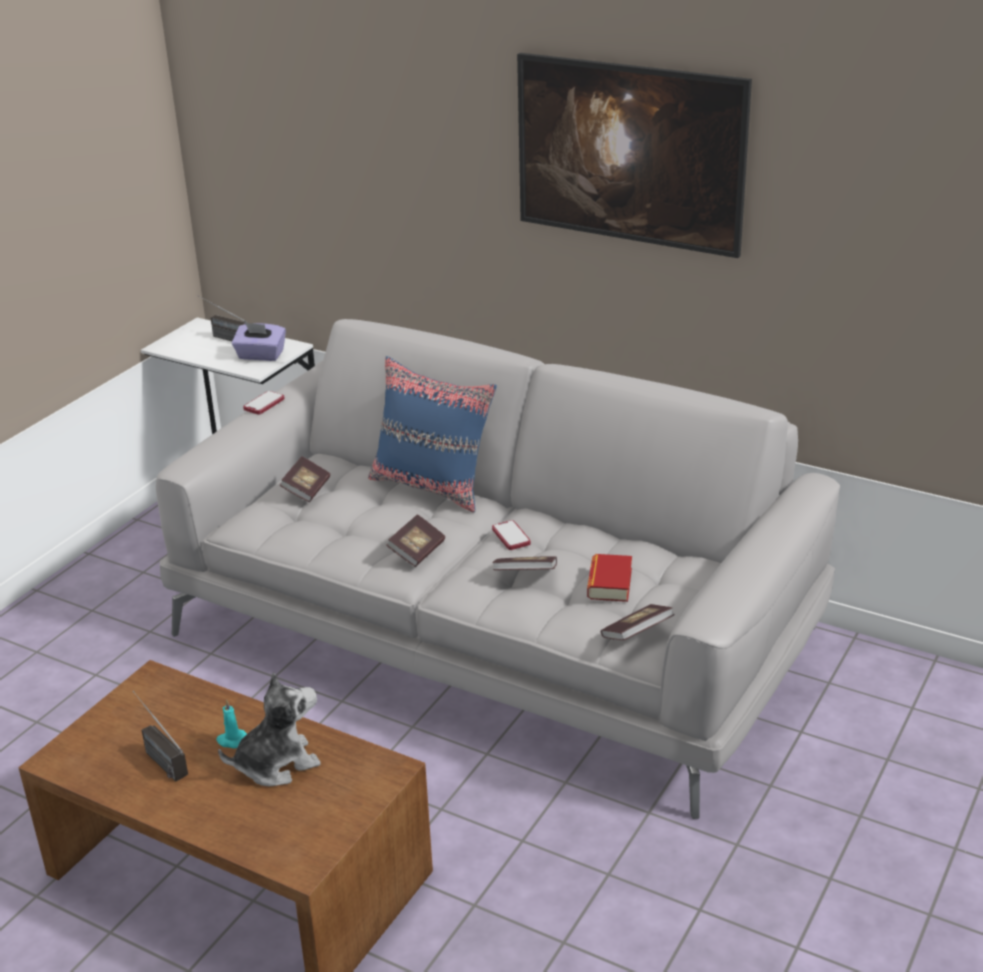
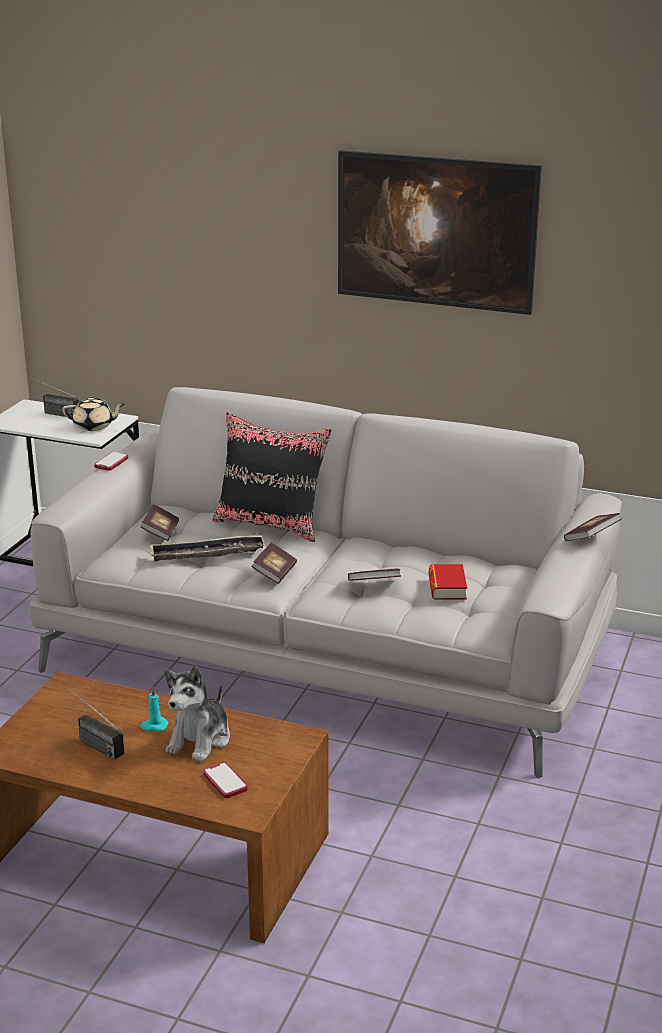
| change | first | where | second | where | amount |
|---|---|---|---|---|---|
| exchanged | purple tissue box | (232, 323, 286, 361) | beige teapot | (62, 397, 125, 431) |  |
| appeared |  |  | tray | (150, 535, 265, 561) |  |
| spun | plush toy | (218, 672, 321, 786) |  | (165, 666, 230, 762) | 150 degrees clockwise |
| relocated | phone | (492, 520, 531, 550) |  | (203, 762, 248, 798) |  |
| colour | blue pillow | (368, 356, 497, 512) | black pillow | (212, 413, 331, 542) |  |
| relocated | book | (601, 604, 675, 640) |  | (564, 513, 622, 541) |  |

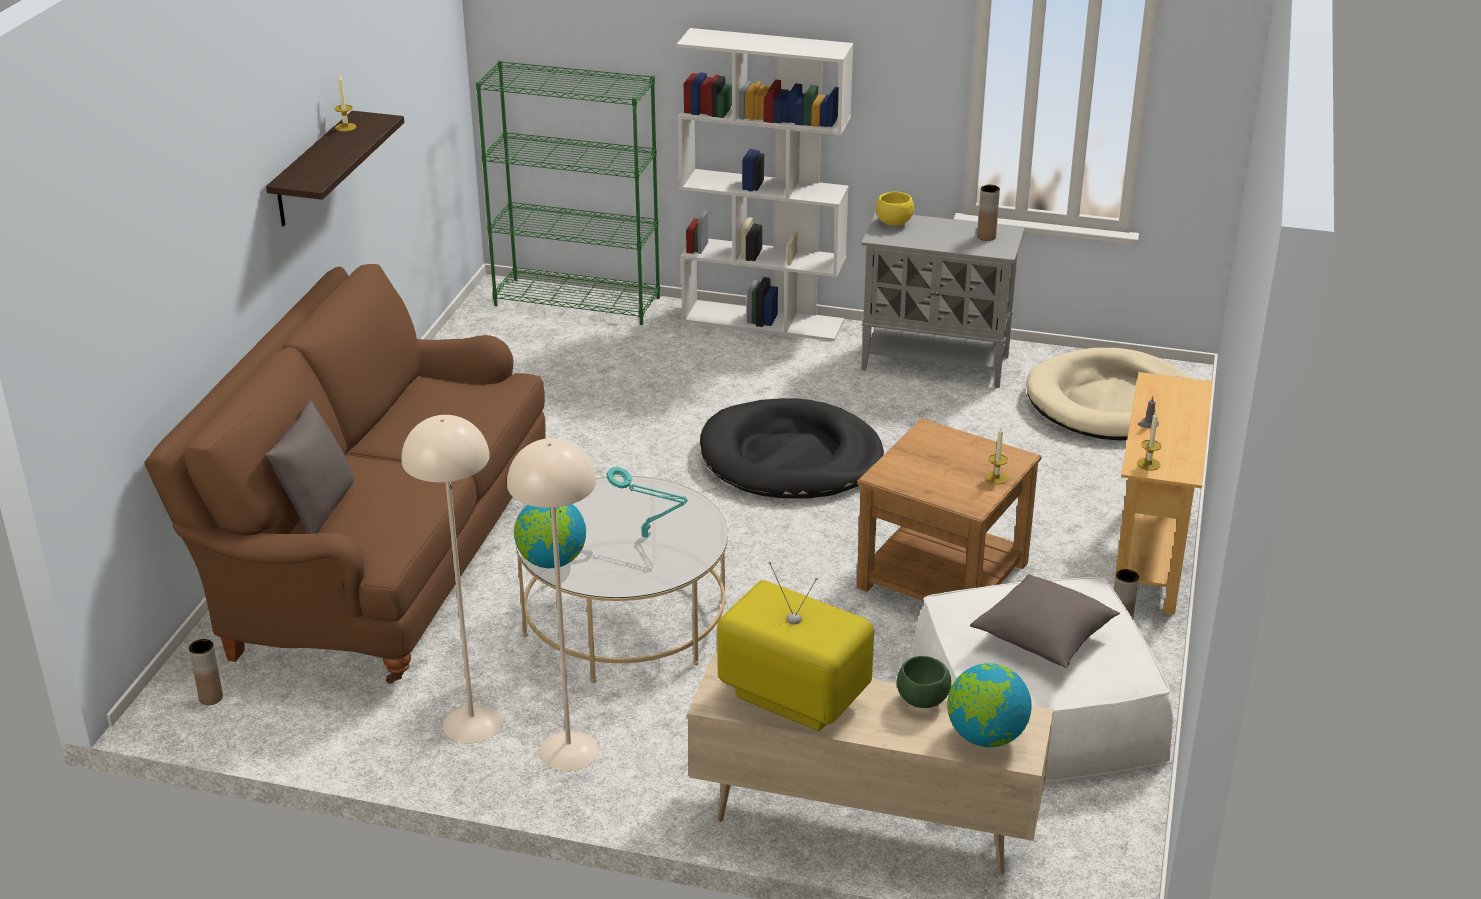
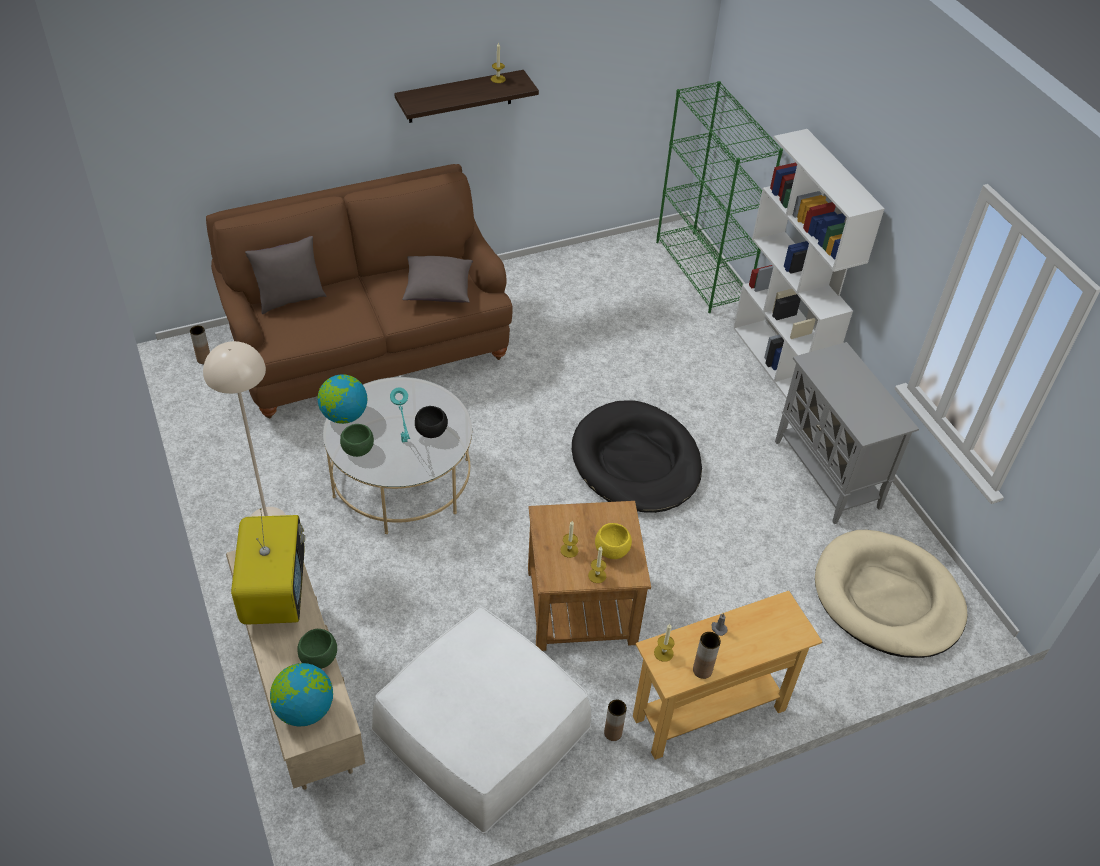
| change | first | where | second | where | amount |
|---|---|---|---|---|---|
| appeared |  |  | green bowl | (340, 424, 374, 457) |  |
| relocated | grey pillow | (970, 574, 1120, 668) |  | (402, 256, 473, 303) |  |
| appeared |  |  | black bowl | (415, 406, 448, 438) |  |
| appeared |  |  | candle | (560, 521, 578, 558) |  |
| relocated | yellow bowl | (876, 192, 914, 226) |  | (595, 523, 632, 559) |  |
| relocated | brown vase | (977, 185, 1000, 241) |  | (693, 632, 721, 679) |  |
| missing | beige floor lamp | (402, 415, 502, 743) |  |  |  |

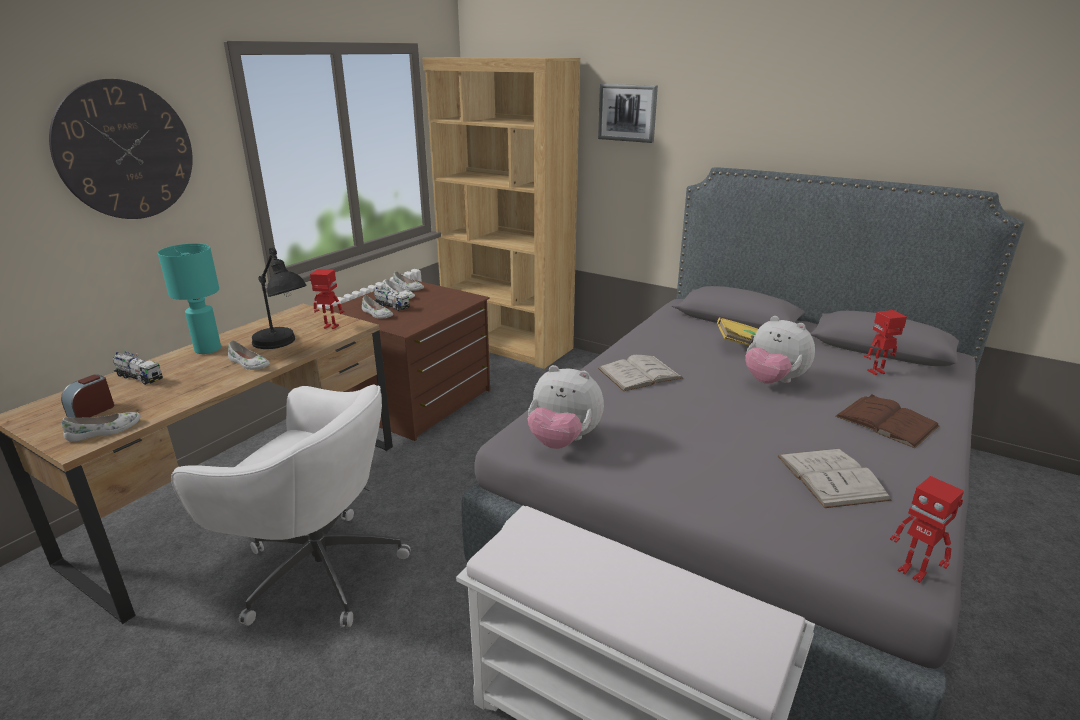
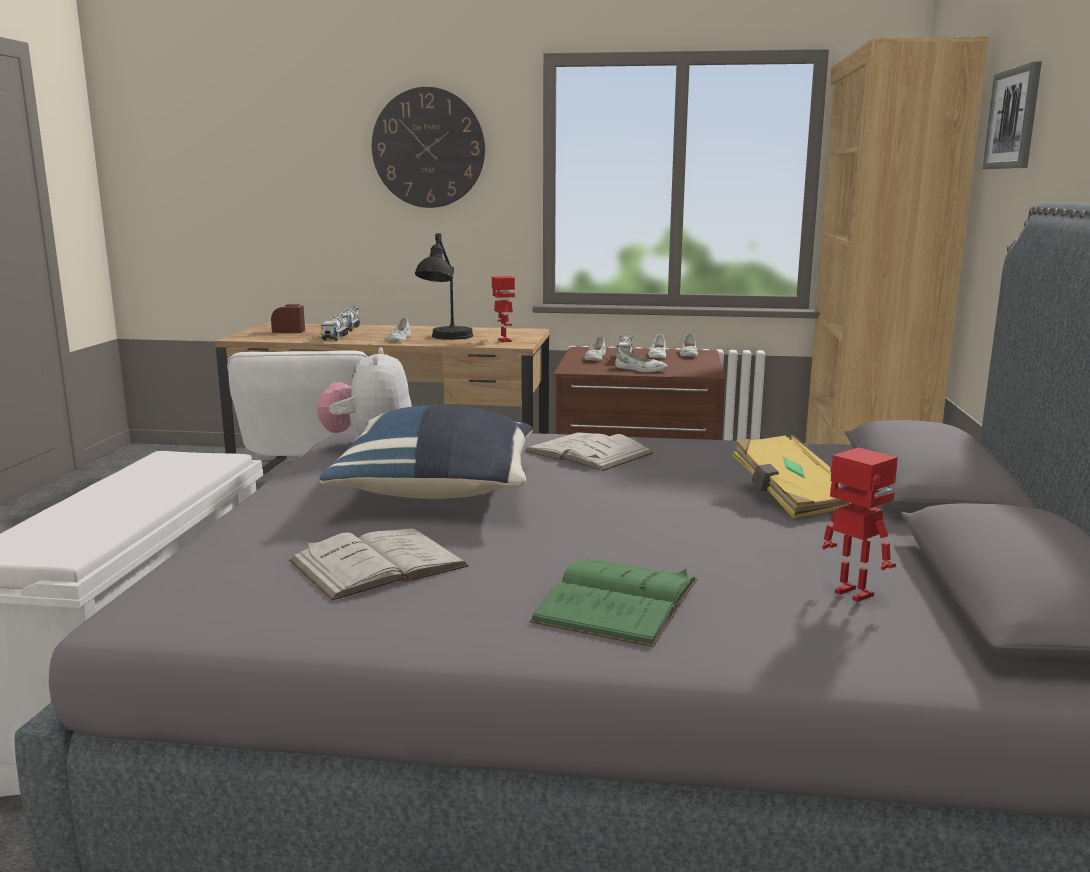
| change | first | where | second | where | amount |
|---|---|---|---|---|---|
| appeared |  |  | blue pillow | (320, 406, 533, 499) |  |
| appeared |  |  | toy truck | (321, 314, 348, 341) |  |
| colour | brown book | (835, 394, 940, 448) | green book | (529, 558, 697, 647) |  |
| relocated | white shoe | (62, 412, 141, 442) |  | (615, 348, 667, 372) |  |
| missing | turquoise table lamp | (158, 243, 221, 354) |  |  |  |
| missing | plush toy | (745, 316, 815, 384) |  |  |  |
| missing | toy robot | (890, 476, 964, 583) |  |  |  |

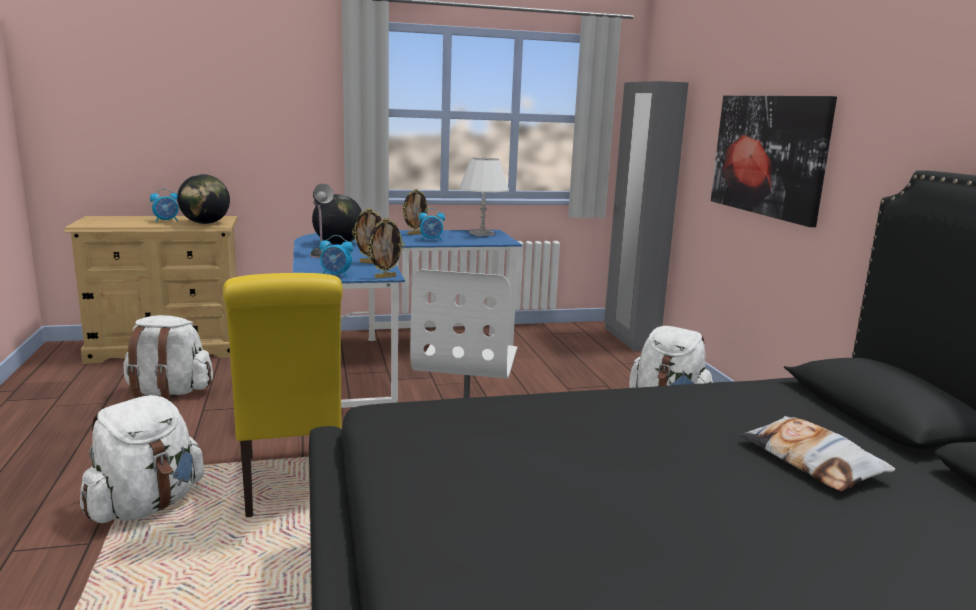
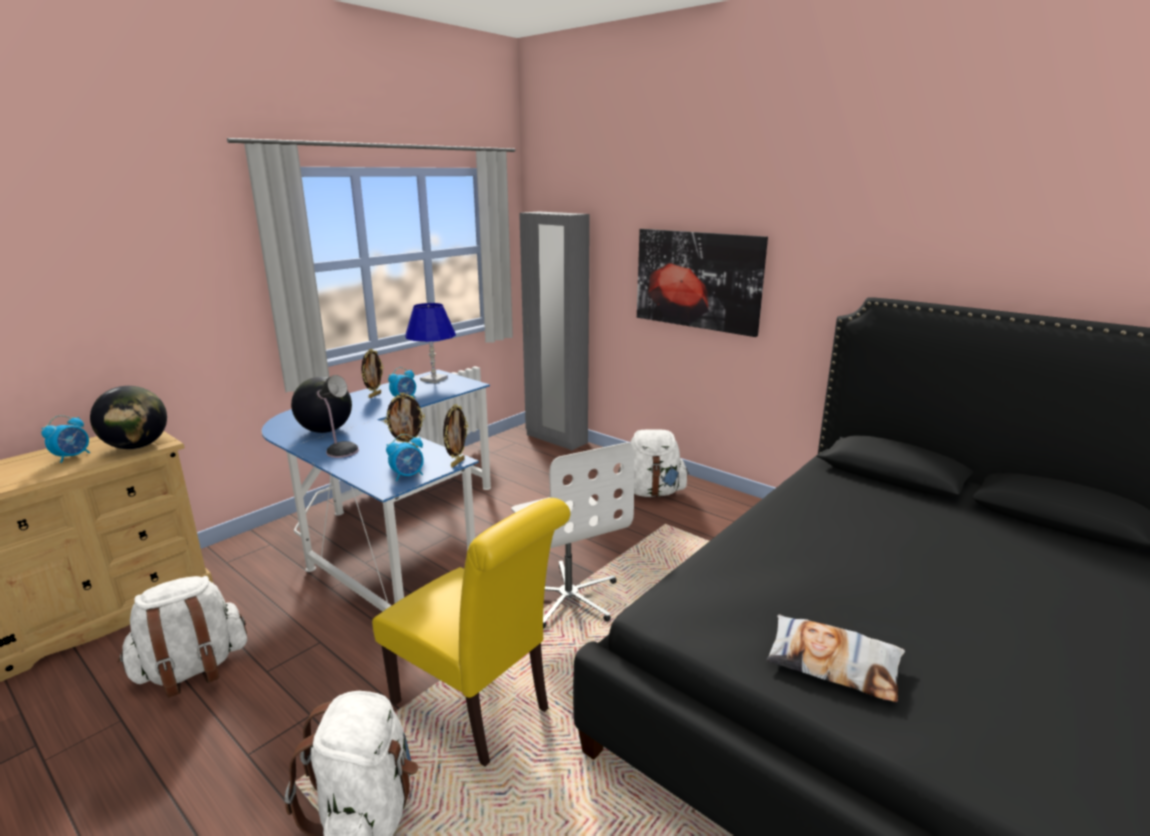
| change | first | where | second | where | amount |
|---|---|---|---|---|---|
| colour | white table lamp | (459, 158, 509, 236) | blue table lamp | (405, 303, 456, 383) |  |
| relocated | pillow | (739, 416, 896, 491) |  | (766, 614, 905, 702) |  |

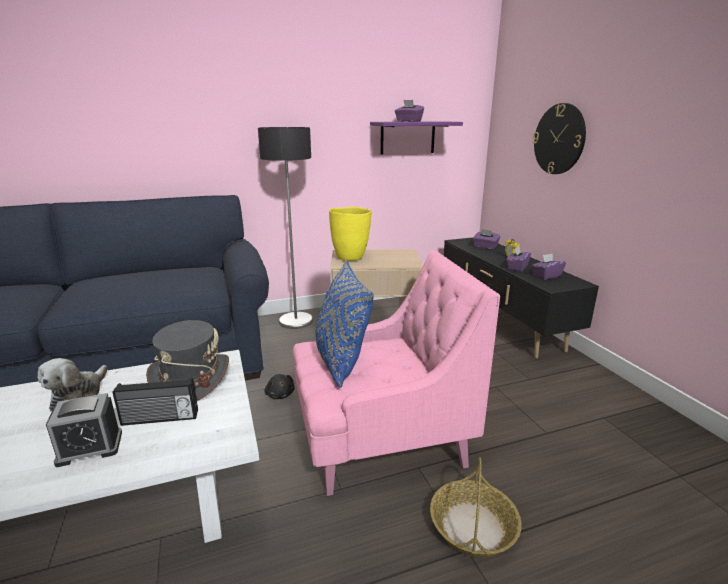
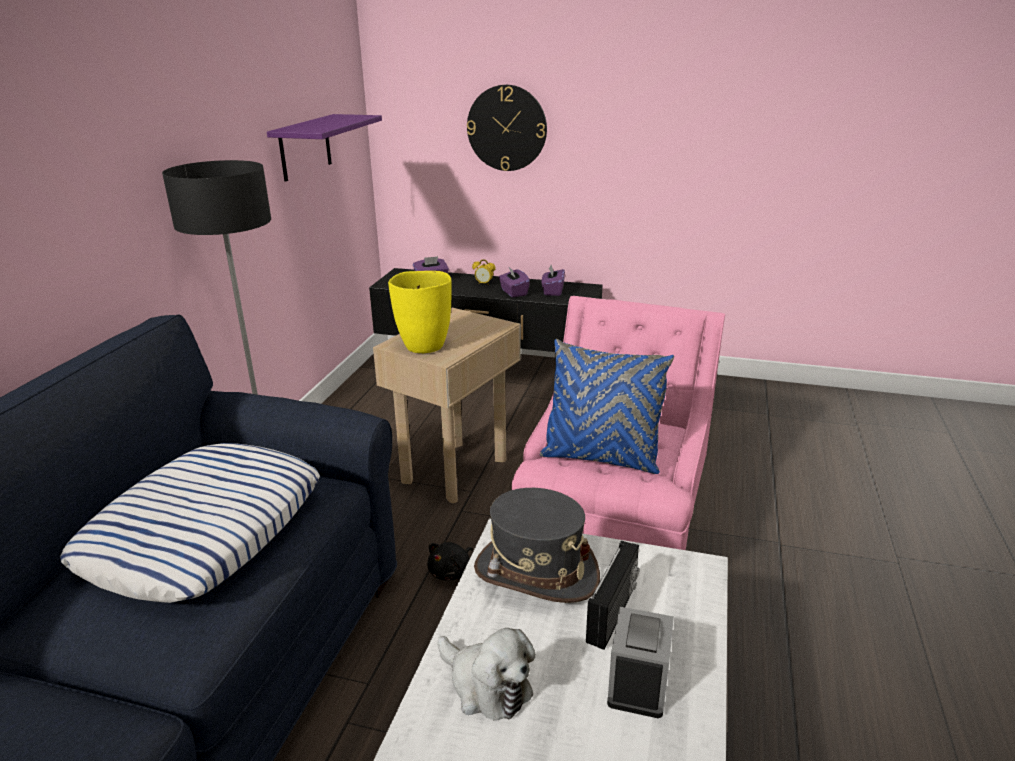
| change | first | where | second | where | amount |
|---|---|---|---|---|---|
| appeared |  |  | pillow | (60, 443, 320, 603) |  |
| spun | black plush toy | (264, 374, 295, 399) |  | (427, 542, 473, 581) | 120 degrees clockwise |
| missing | purple tissue box | (395, 100, 424, 122) |  |  |  |
| missing | basket | (430, 457, 522, 558) |  |  |  |

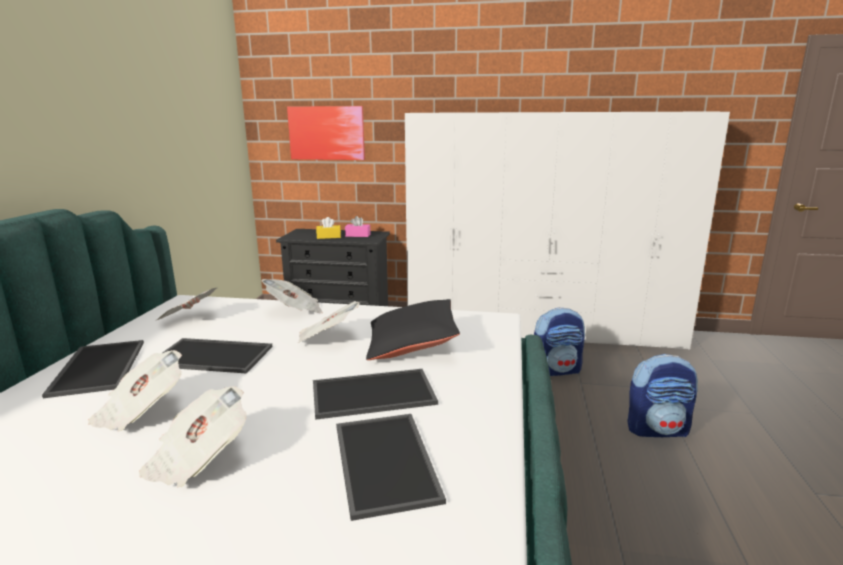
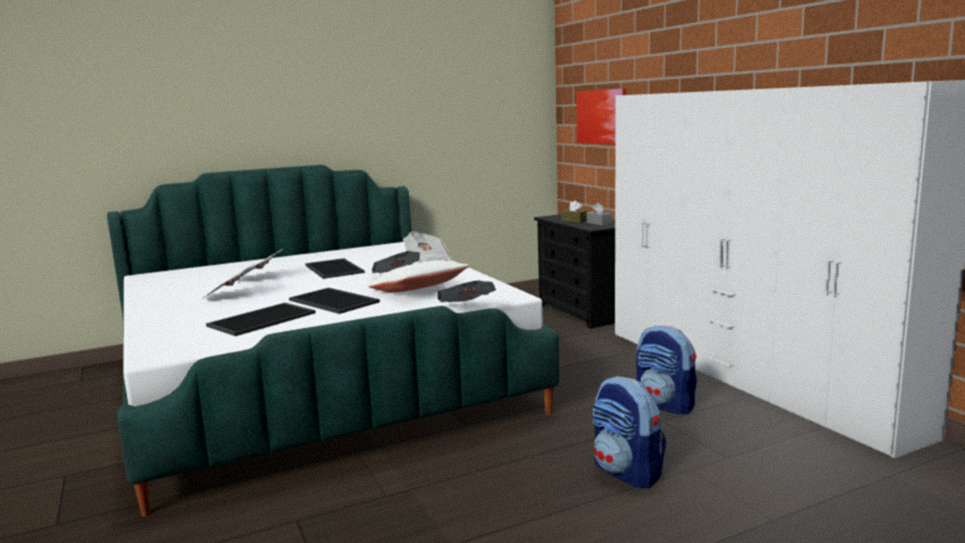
| change | first | where | second | where | amount |
|---|---|---|---|---|---|
| colour | black pillow | (366, 299, 460, 360) | white pillow | (368, 260, 469, 292) |  |
| relocated | newspaper | (155, 287, 218, 321) |  | (437, 281, 496, 302) |  |
| colour | yellow tissue box | (316, 217, 341, 239) | brown tissue box | (561, 201, 588, 223) |  |
| colour | pink tissue box | (345, 216, 370, 237) | grey tissue box | (587, 203, 612, 226) |  |
| missing | tray | (42, 340, 144, 398) |  |  |  |

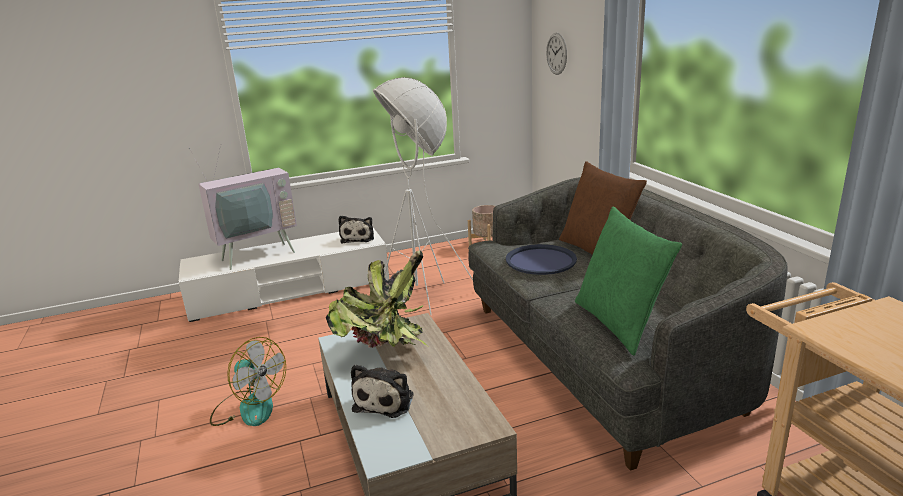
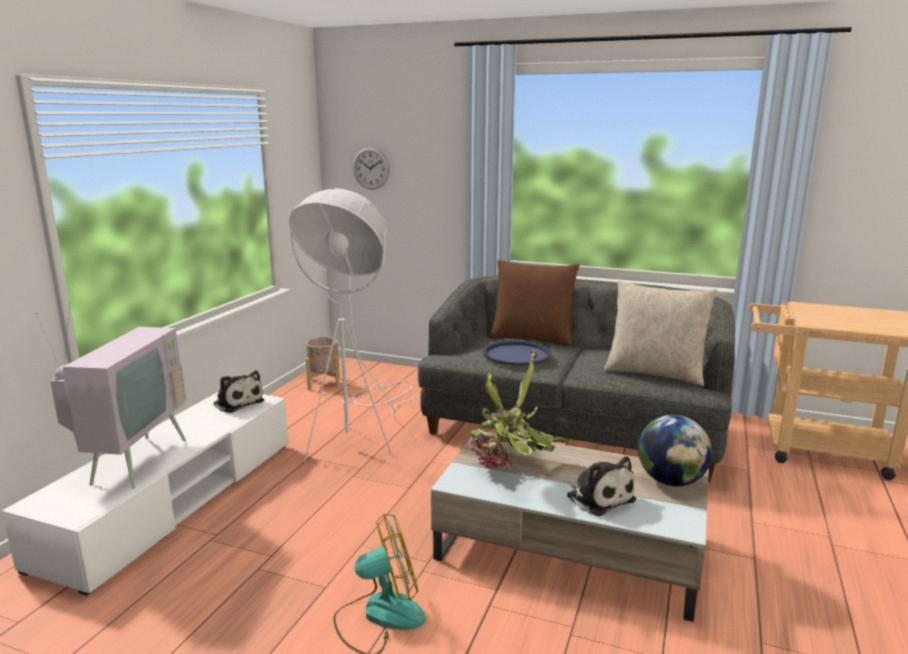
| change | first | where | second | where | amount |
|---|---|---|---|---|---|
| colour | green pillow | (575, 207, 682, 356) | beige pillow | (604, 280, 717, 386) |  |
| appeared |  |  | globe | (638, 415, 712, 486) |  |

